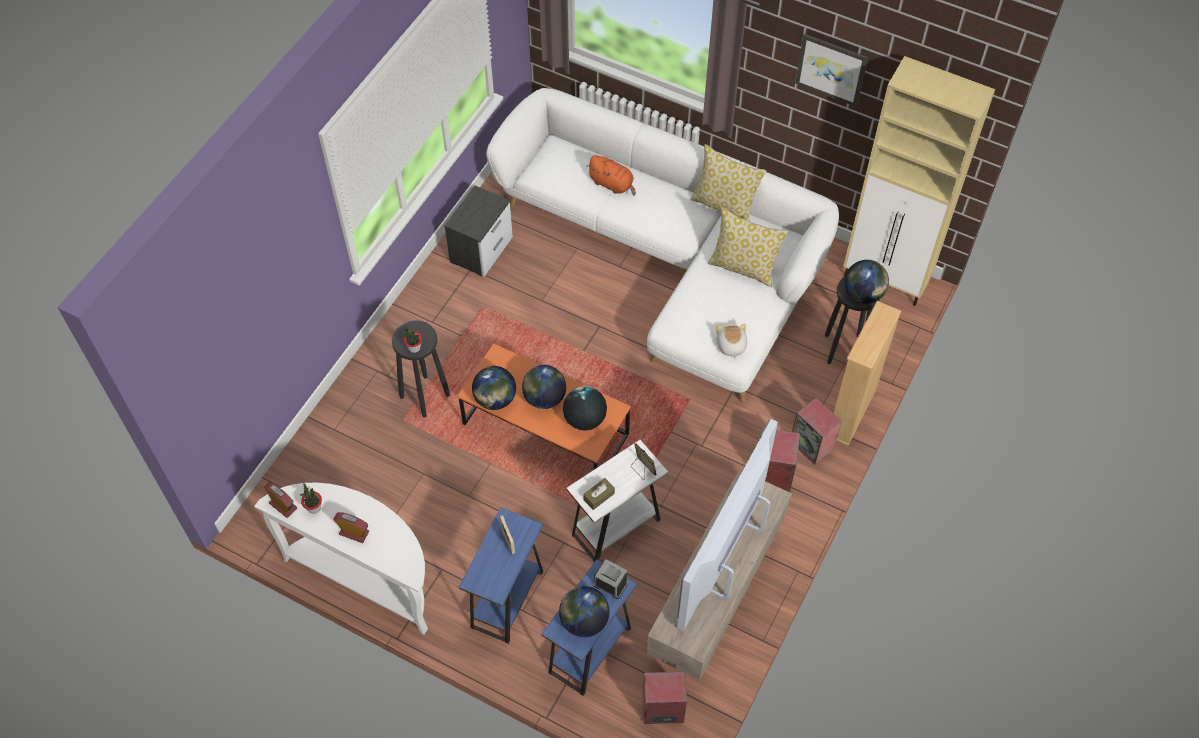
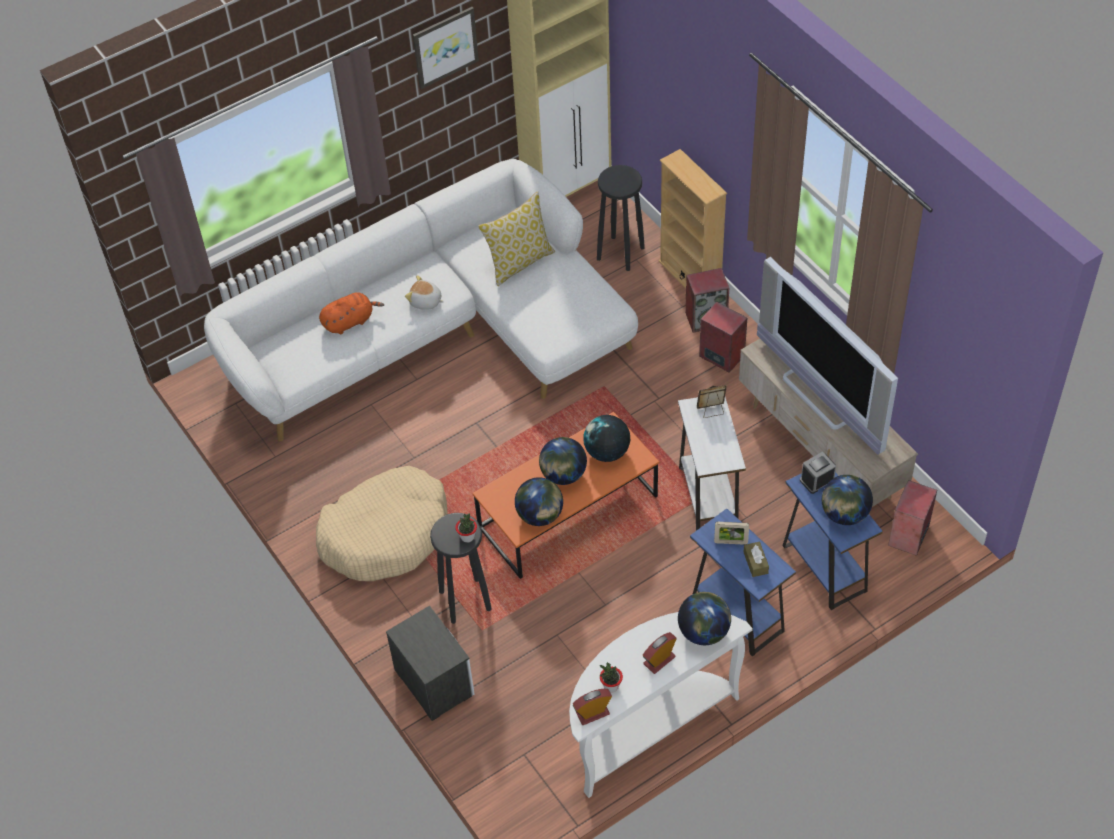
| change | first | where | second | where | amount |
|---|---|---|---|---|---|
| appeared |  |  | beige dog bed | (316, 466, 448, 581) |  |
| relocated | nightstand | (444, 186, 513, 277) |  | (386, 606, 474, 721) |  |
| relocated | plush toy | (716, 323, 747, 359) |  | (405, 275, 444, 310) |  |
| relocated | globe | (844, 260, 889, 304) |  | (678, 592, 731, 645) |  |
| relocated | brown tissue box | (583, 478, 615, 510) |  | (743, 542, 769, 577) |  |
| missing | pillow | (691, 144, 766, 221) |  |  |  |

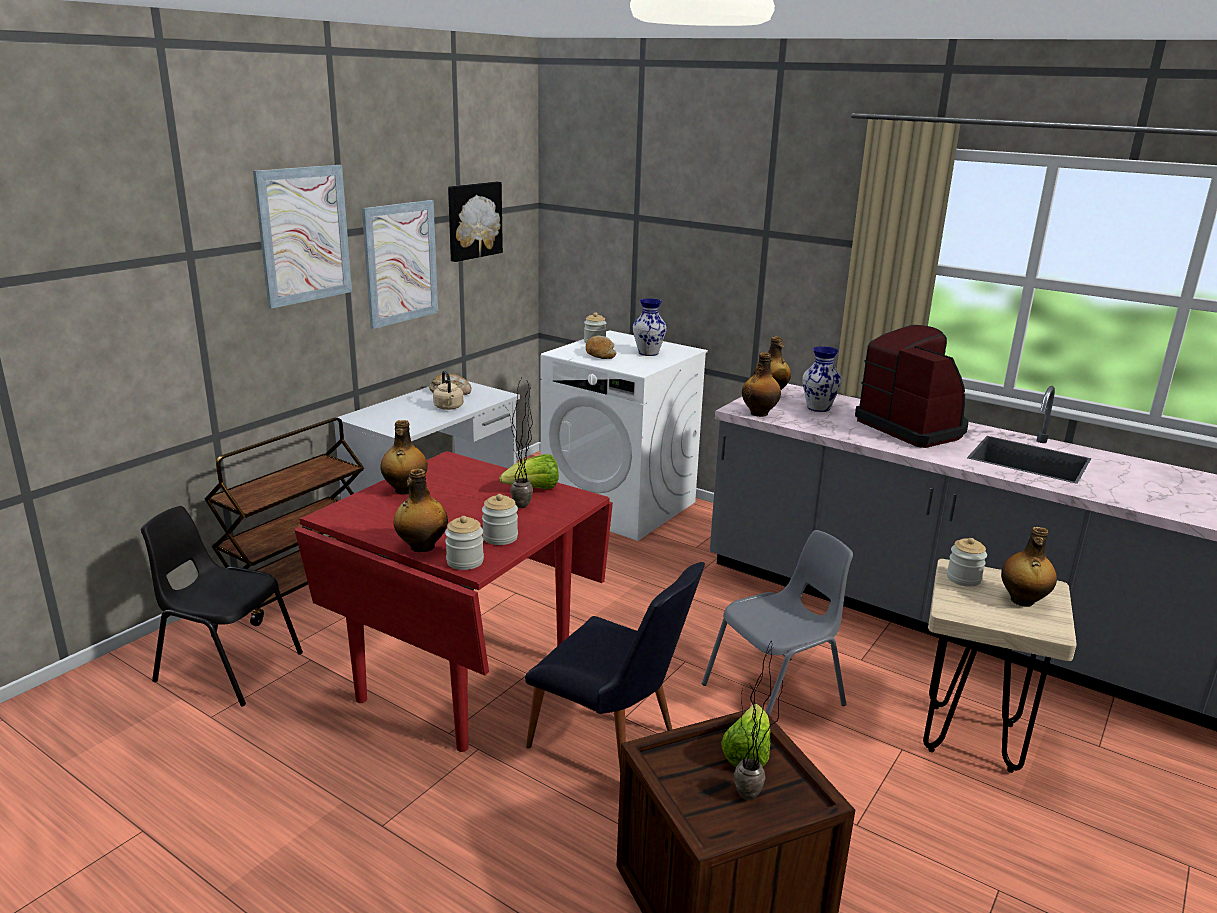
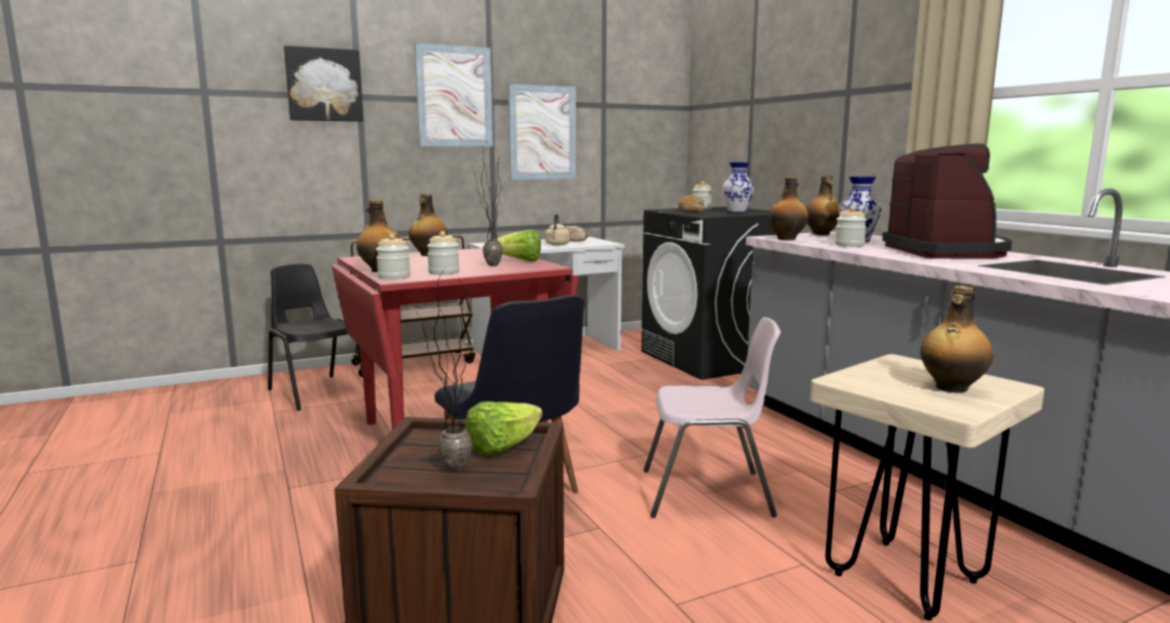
| change | first | where | second | where | amount |
|---|---|---|---|---|---|
| relocated | picture | (448, 182, 503, 262) |  | (284, 46, 363, 122) |  |
| colour | white washing machine | (541, 330, 708, 541) | black washing machine | (641, 206, 776, 380) |  |
| colour | grey chair | (702, 530, 853, 716) | pink chair | (644, 317, 781, 518) |  |
| relocated | jar | (947, 538, 987, 587) |  | (835, 206, 867, 247) |  |

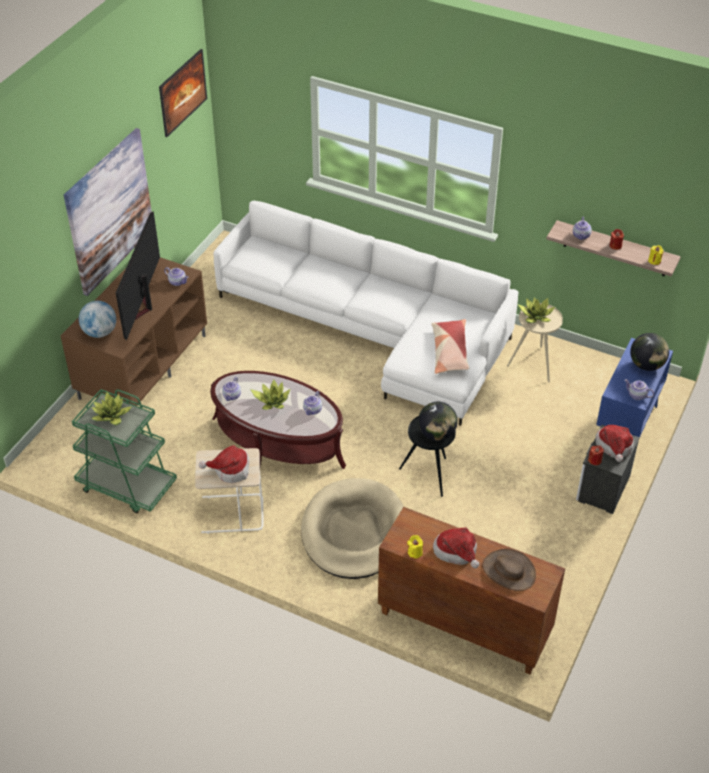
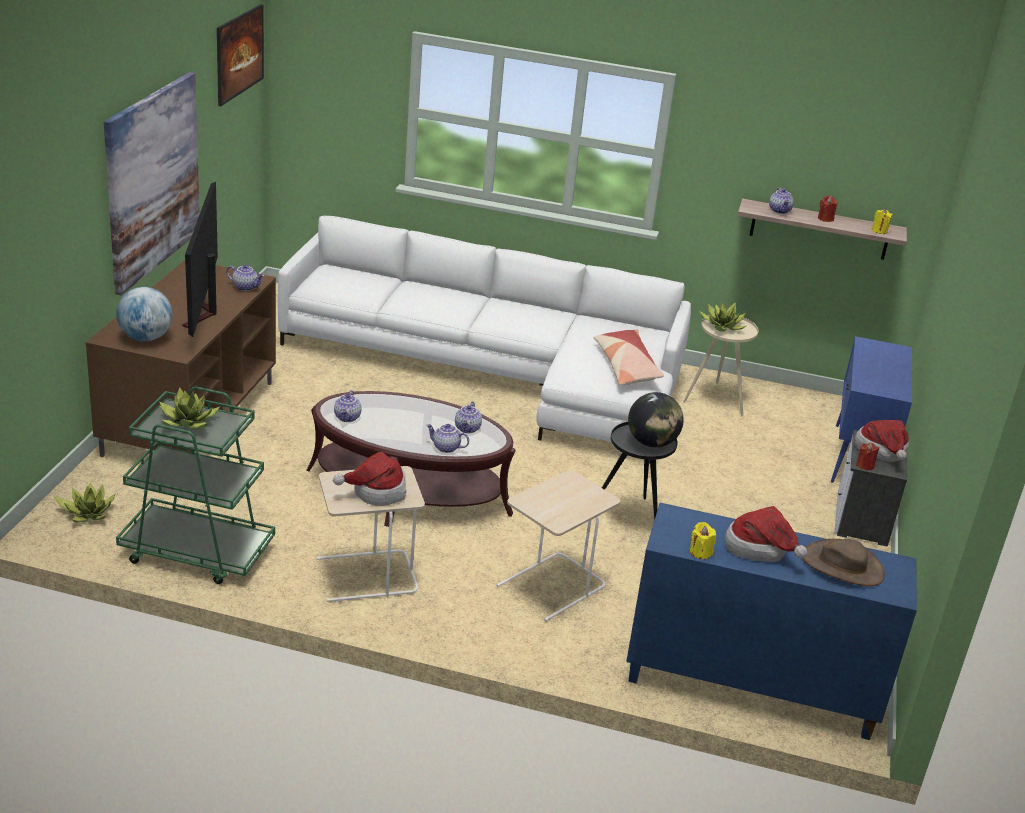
| change | first | where | second | where | amount |
|---|---|---|---|---|---|
| relocated | potted plant | (250, 380, 290, 410) |  | (54, 483, 116, 522) |  |
| relocated | teapot | (625, 379, 654, 400) |  | (426, 424, 469, 453) |  |
| exchanged | beige dog bed | (301, 478, 404, 579) | beige side table | (496, 470, 620, 621) |  |
| colour | brown cabinet | (378, 507, 565, 674) | blue cabinet | (626, 503, 917, 740) |  |
| missing | globe | (630, 333, 669, 371) |  |  |  |

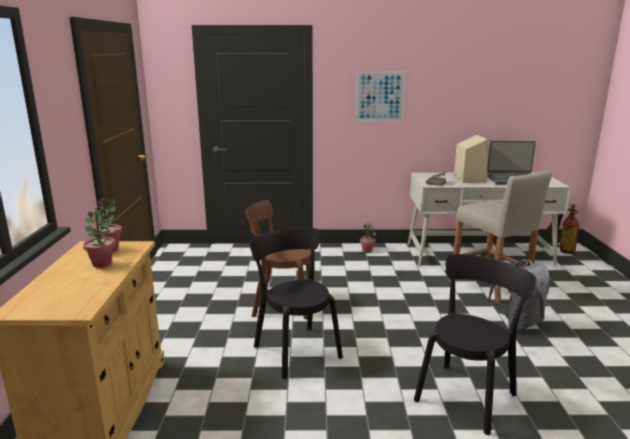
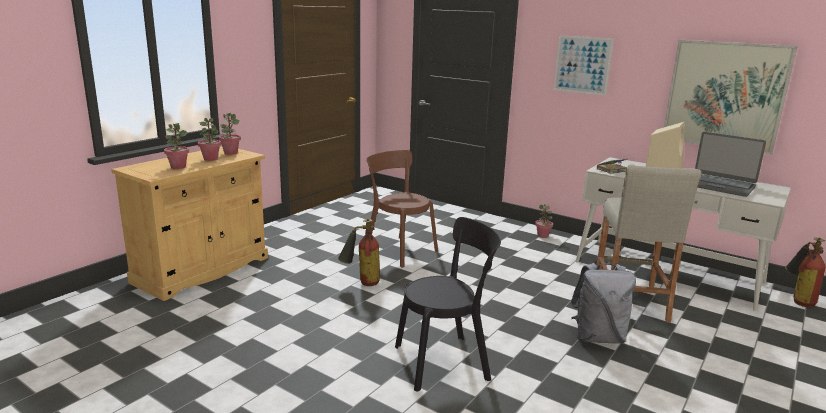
| change | first | where | second | where | amount |
|---|---|---|---|---|---|
| appeared |  |  | potted plant | (164, 123, 189, 169) |  |
| exchanged | black chair | (249, 228, 343, 379) | fire extinguisher | (338, 219, 380, 286) |  |
| appeared |  |  | picture | (664, 40, 797, 155) |  |

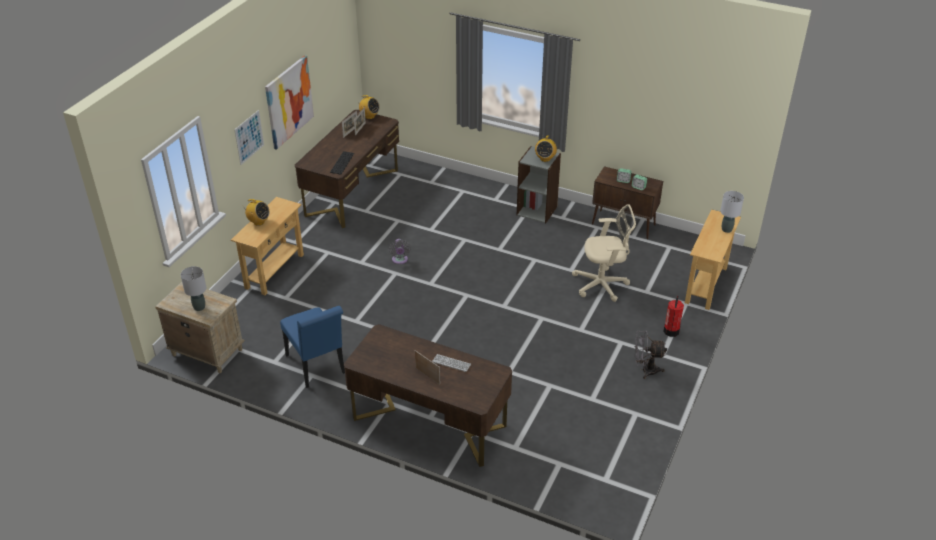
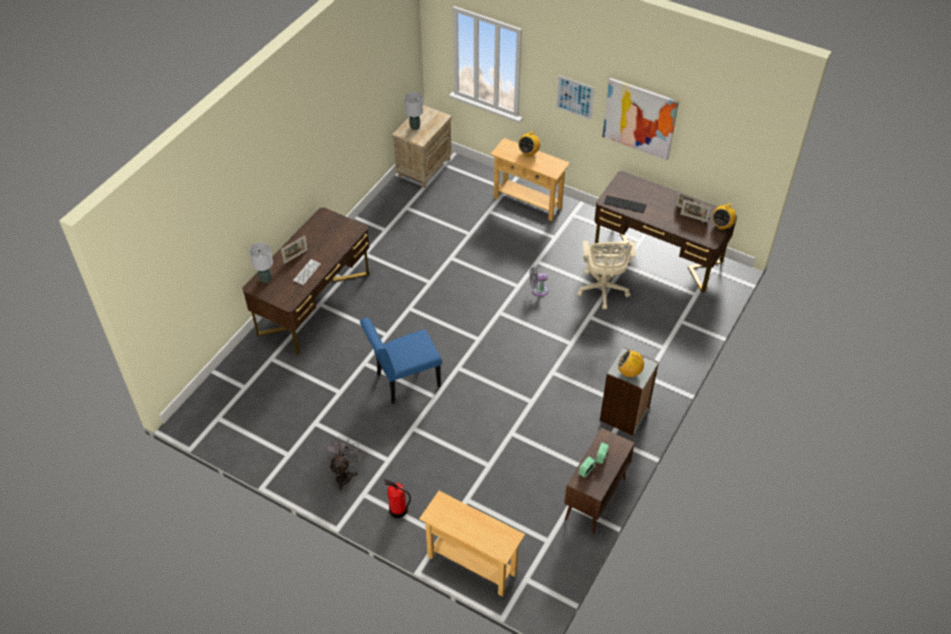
| change | first | where | second | where | amount |
|---|---|---|---|---|---|
| relocated | grey table lamp | (720, 191, 744, 233) |  | (249, 242, 273, 283) |  |
| relocated | blue chair | (280, 306, 345, 388) |  | (360, 318, 442, 404) |  |
| relocated | beige office chair | (572, 204, 636, 302) |  | (577, 241, 636, 309) |  |

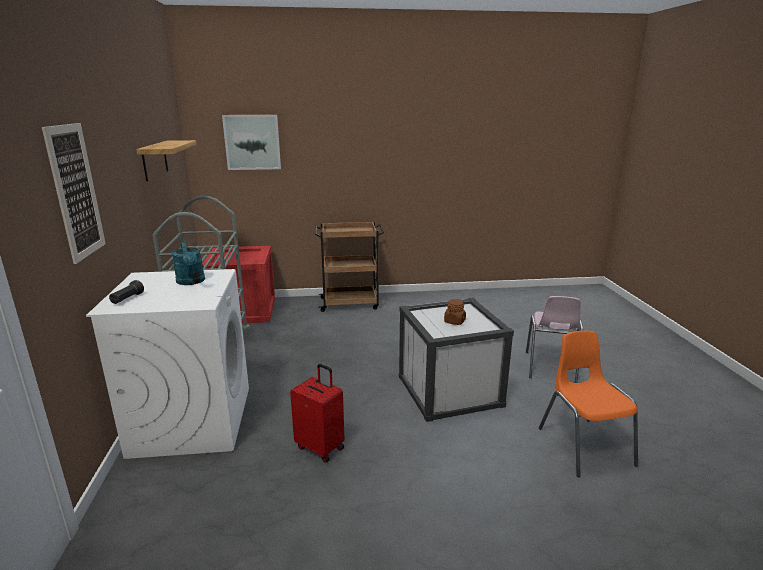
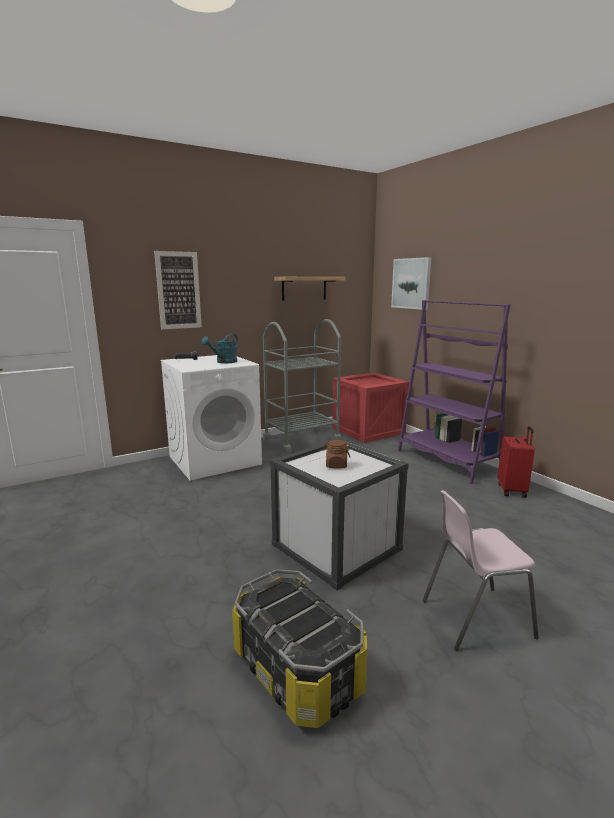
| change | first | where | second | where | amount |
|---|---|---|---|---|---|
| exchanged | orange chair | (539, 331, 638, 477) | storage box | (232, 569, 367, 728) |  |
| exchanged | brown cart | (315, 222, 384, 312) | purple bookcase | (398, 300, 511, 484) |  |
| relocated | red suitcase | (290, 364, 345, 463) |  | (498, 426, 535, 498) |  |

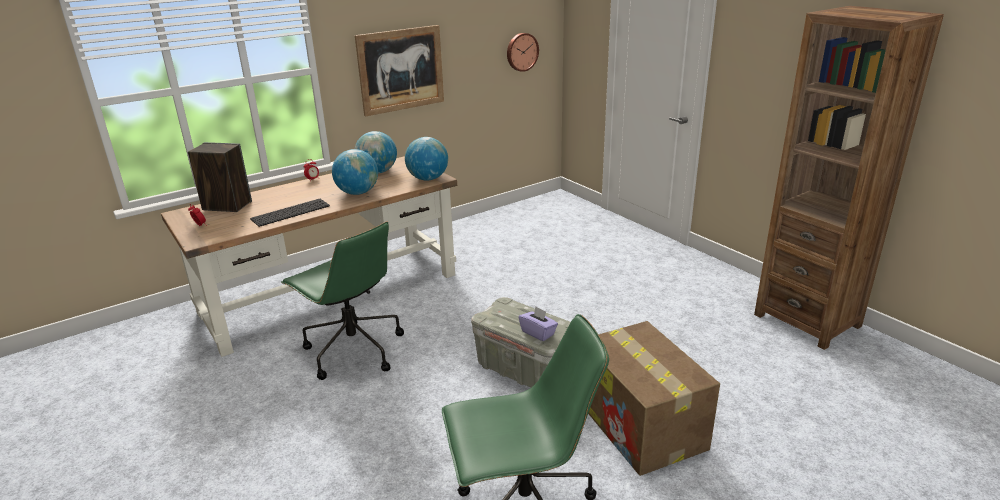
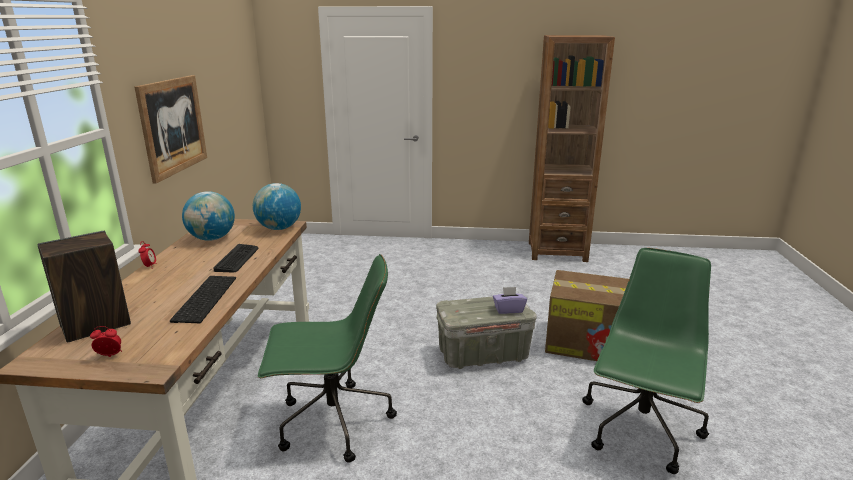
| change | first | where | second | where | amount |
|---|---|---|---|---|---|
| exchanged | globe | (332, 149, 378, 195) | keyboard | (213, 244, 258, 272) |  |
| missing | wall clock | (507, 33, 539, 72) |  |  |  |

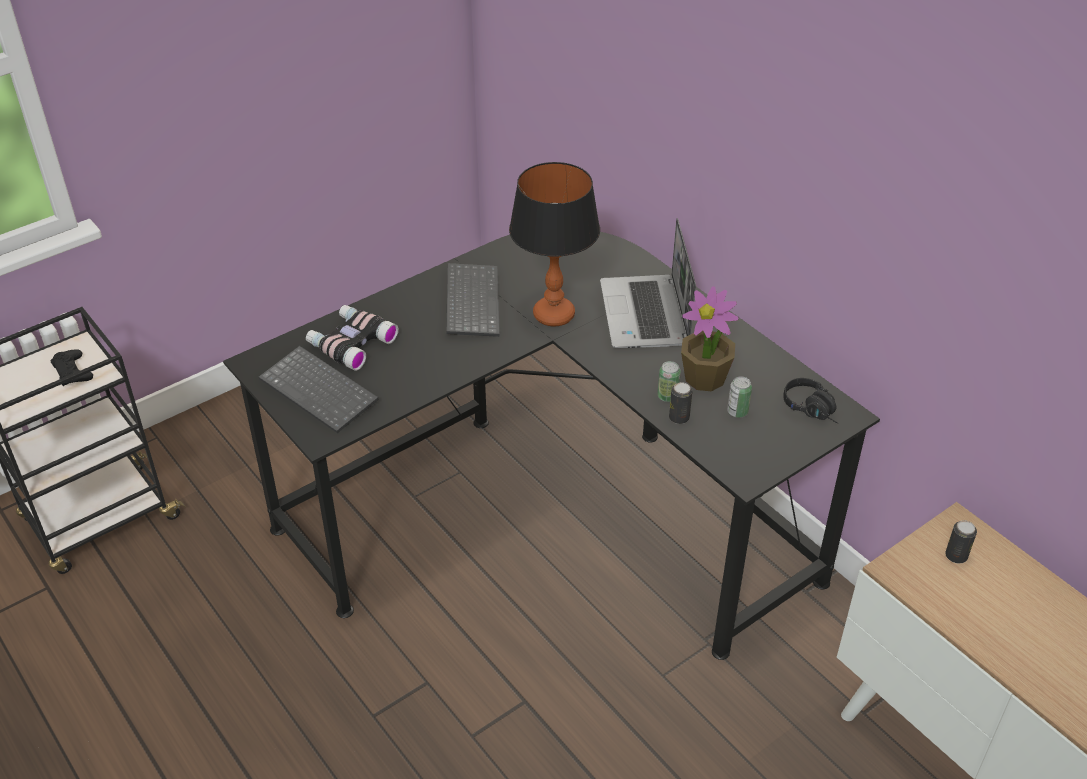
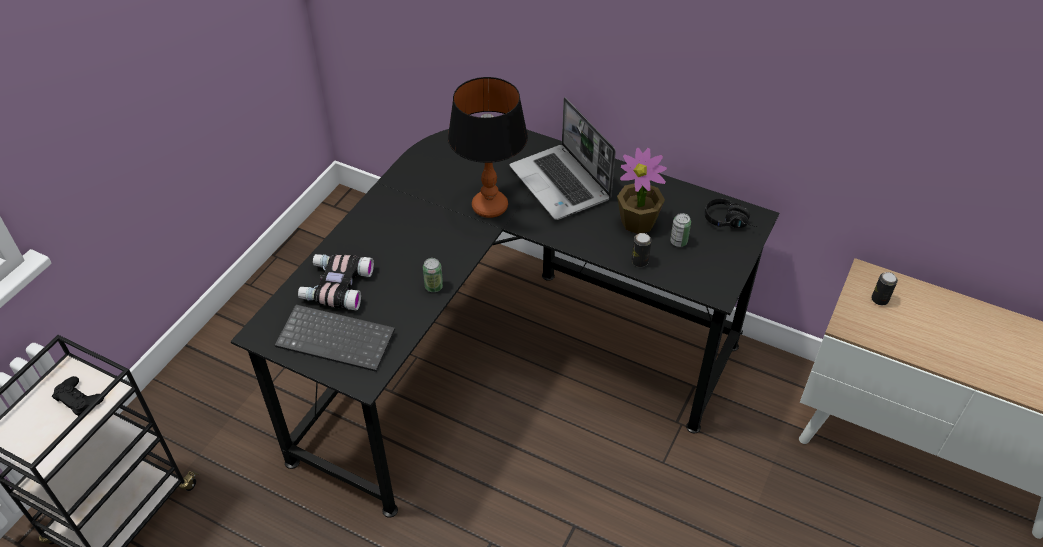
| change | first | where | second | where | amount |
|---|---|---|---|---|---|
| relocated | can | (657, 361, 681, 402) |  | (423, 258, 443, 292) |  |
| missing | keyboard | (446, 263, 500, 337) |  |  |  |

